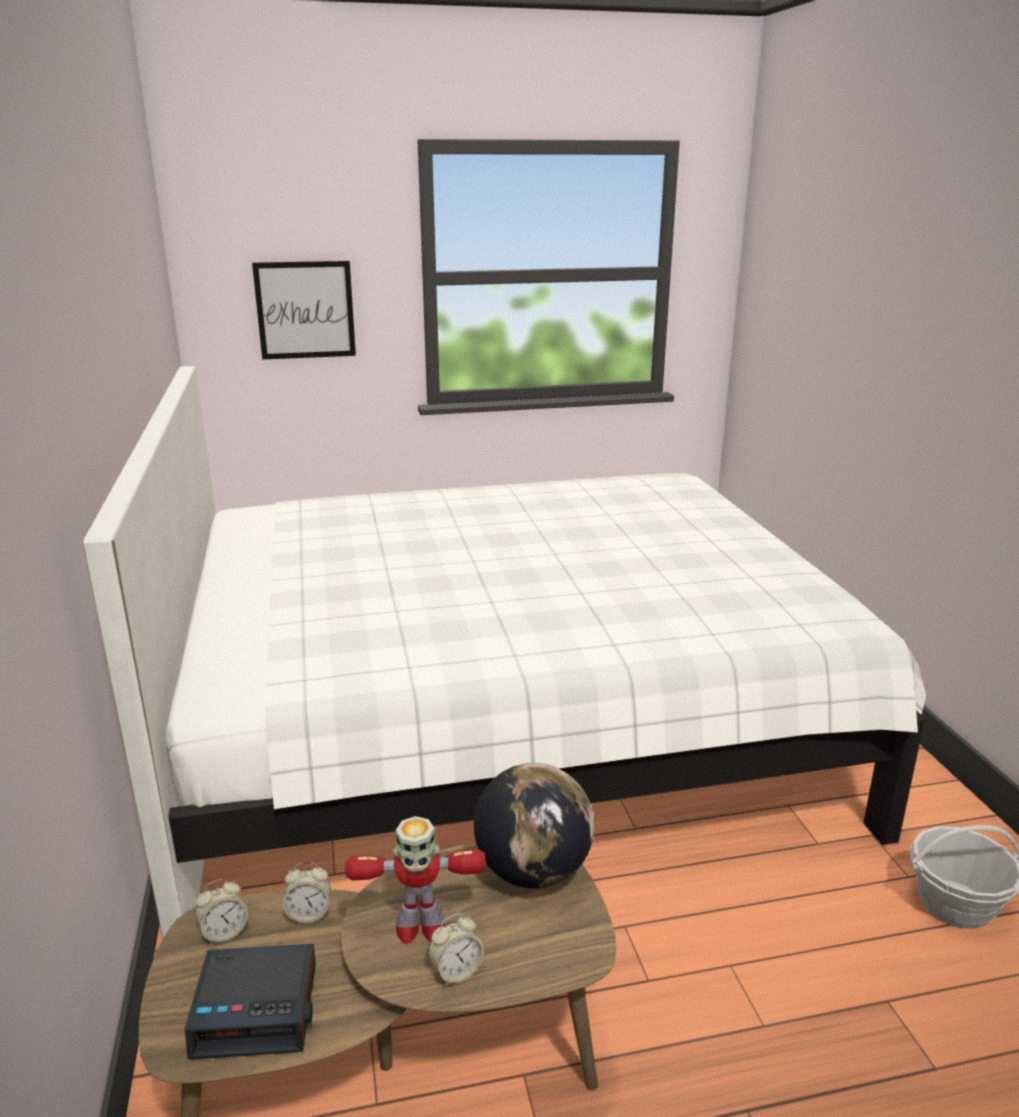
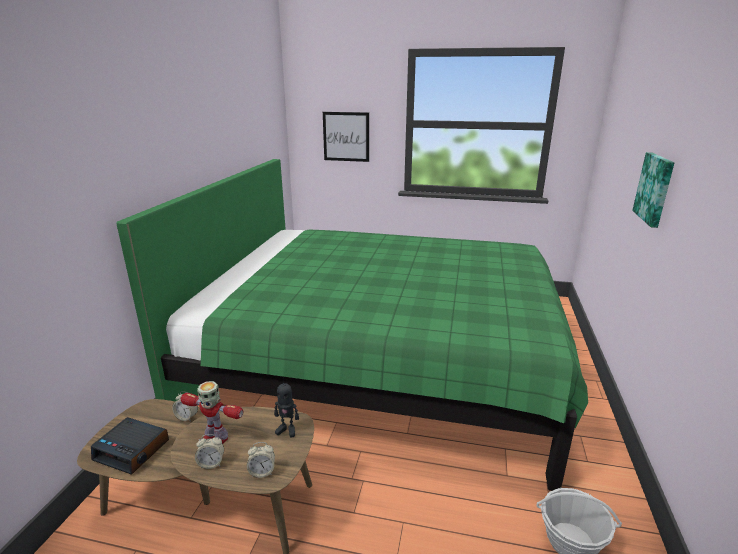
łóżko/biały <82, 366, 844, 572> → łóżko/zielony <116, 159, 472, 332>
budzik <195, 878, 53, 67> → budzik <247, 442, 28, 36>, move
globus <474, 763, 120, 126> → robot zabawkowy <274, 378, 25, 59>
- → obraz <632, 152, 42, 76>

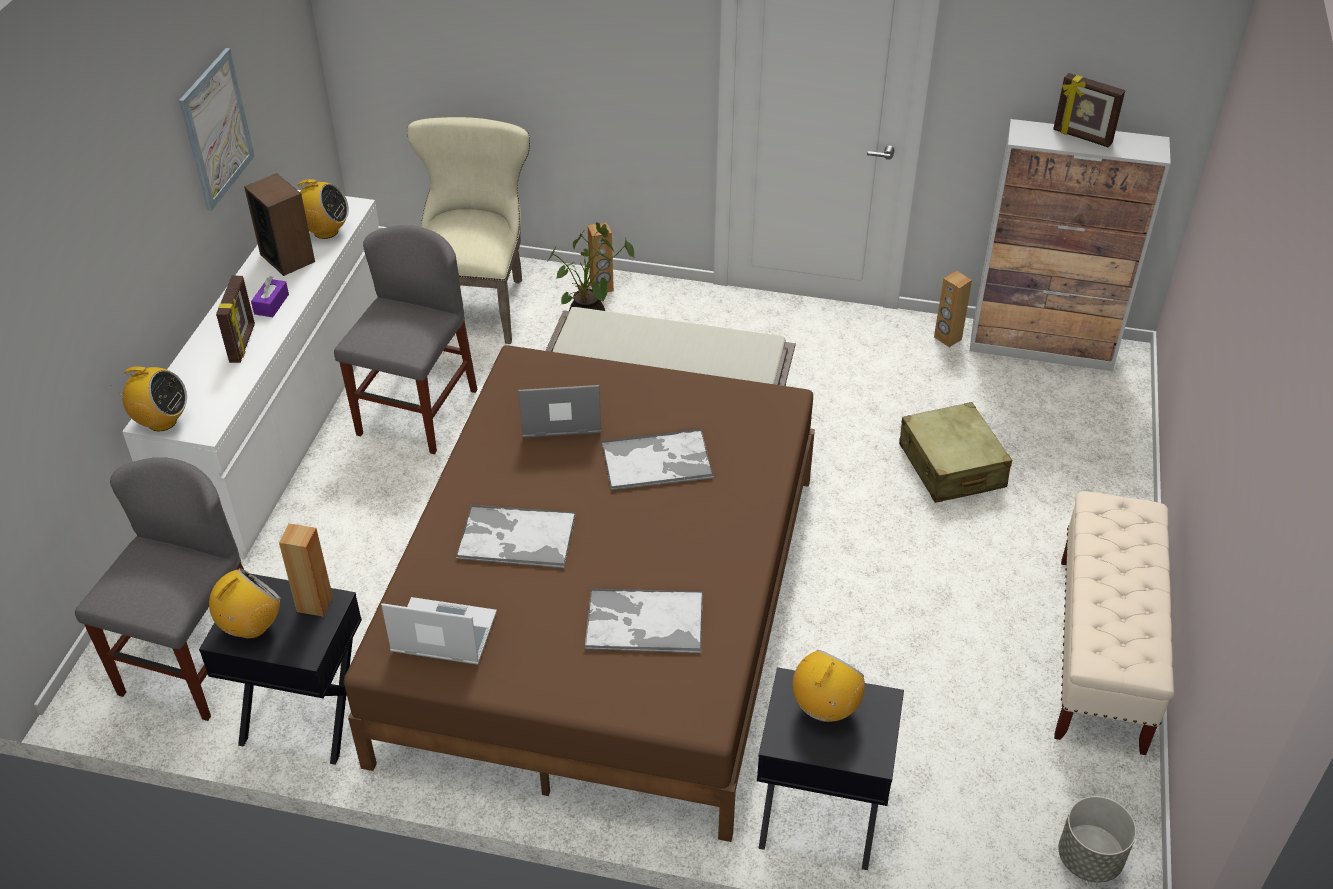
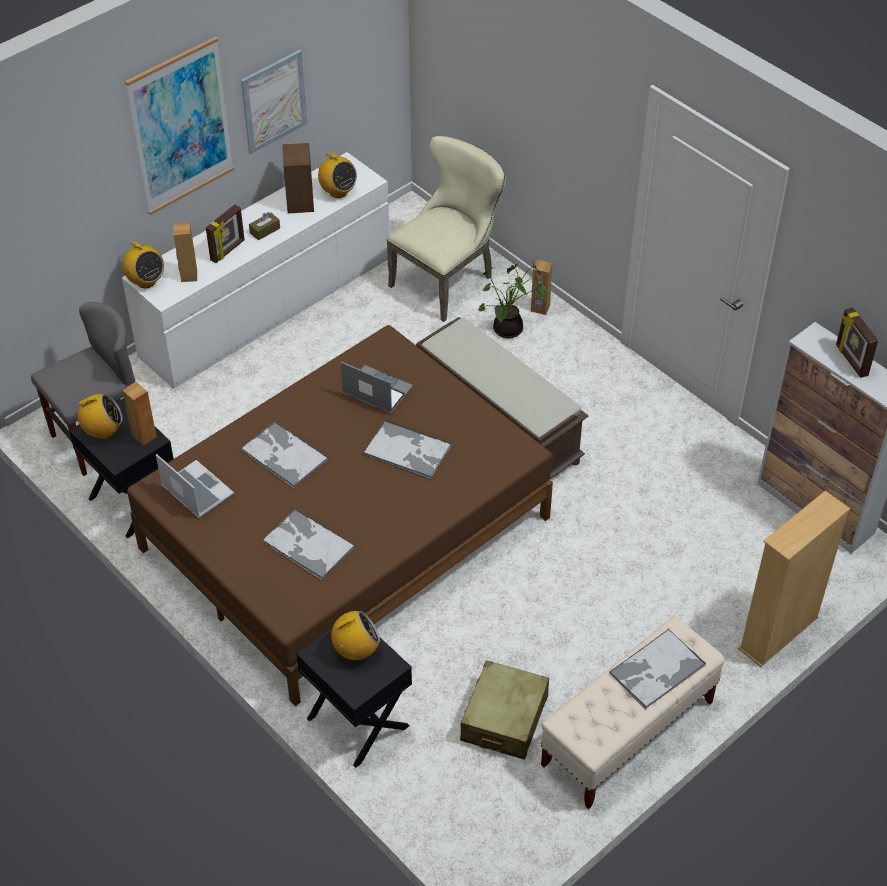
- → obraz <125, 36, 109, 179>
głośnik/brązowy <934, 271, 38, 76> → głośnik/brązowy <174, 222, 23, 60>, move
pudełko chusteczek/fioletowy <251, 276, 38, 41> → pudełko chusteczek/brązowy <249, 212, 31, 28>
walizka/beżowy <899, 402, 113, 101> → walizka/beżowy <460, 660, 89, 99>, move
- → taca <609, 629, 97, 80>
- → regał/beżowy <738, 490, 112, 177>
krzesło/szary <334, 225, 143, 229> → -
donica/szary <1058, 796, 78, 87> → -

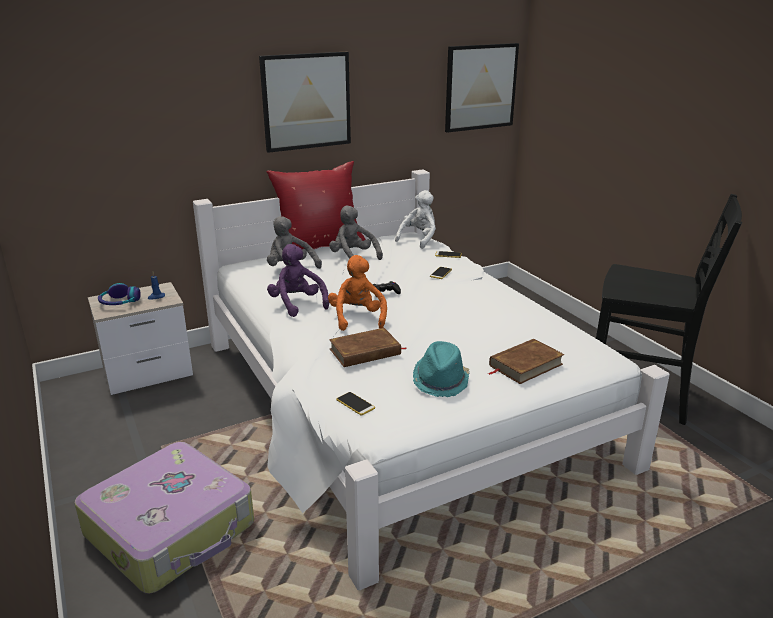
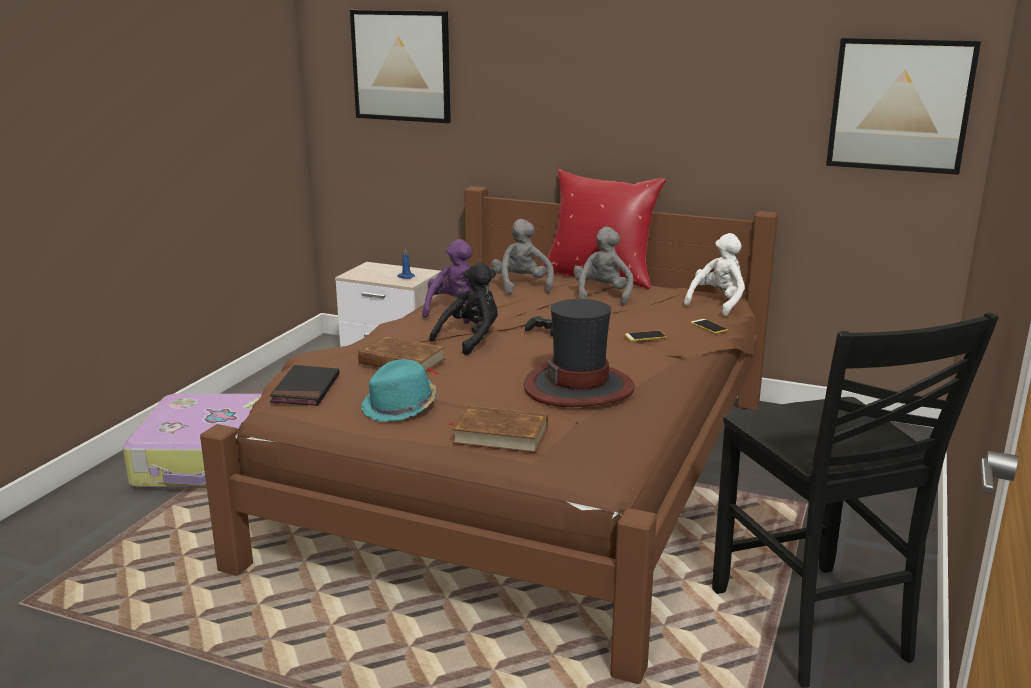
łóżko/biały <193, 169, 477, 421> → łóżko/brązowy <200, 186, 578, 498>
telefon <336, 392, 39, 23> → książka/czarny <270, 365, 69, 41>
obraz <259, 52, 92, 101> → obraz <350, 10, 101, 113>, move
pluszak/pomarańczowy <328, 255, 59, 76> → pluszak/czarny <429, 262, 69, 93>
- → kapelusz <524, 299, 111, 108>
pluszak/biały <395, 190, 41, 59> → pluszak/biały <684, 233, 61, 83>, 45 degrees counterclockwise
słuchawki <98, 283, 43, 22> → -

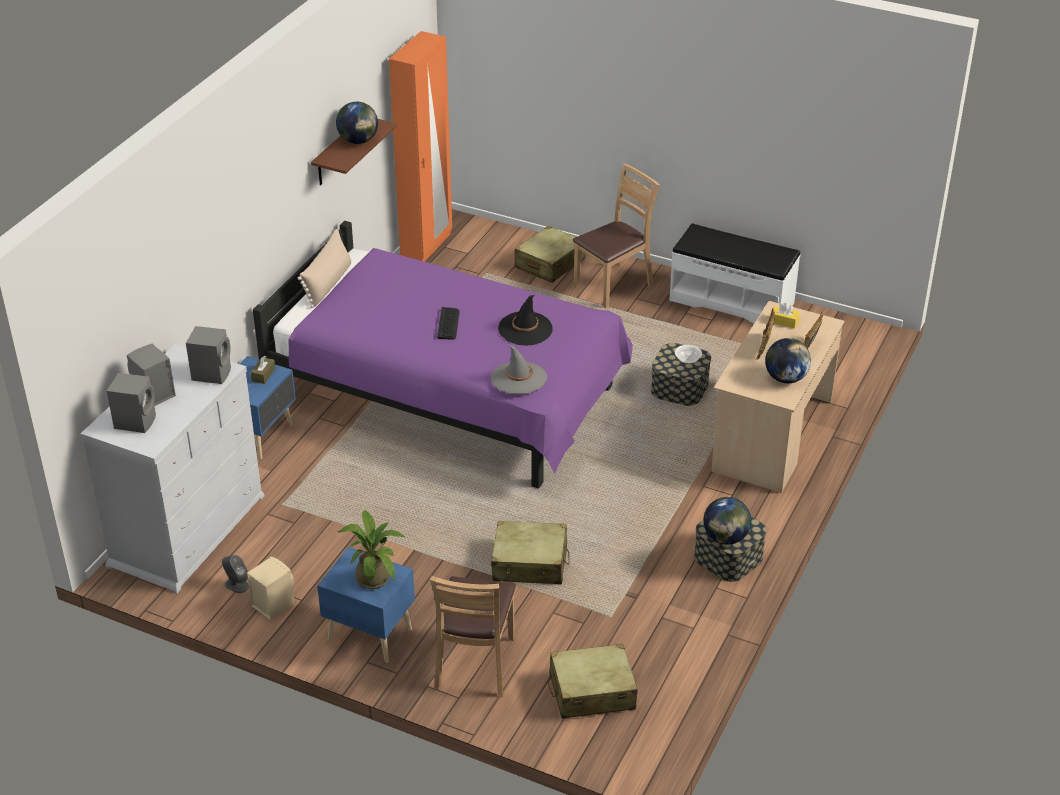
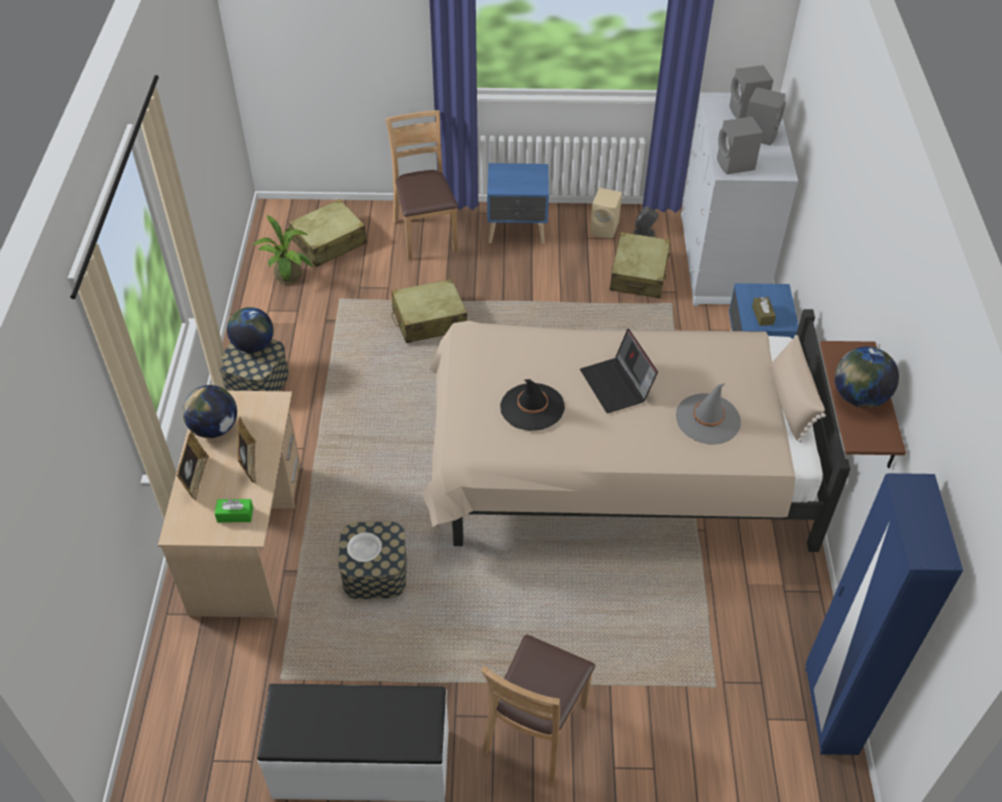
pudełko chusteczek/żółty <770, 303, 30, 26> → pudełko chusteczek/zielony <215, 499, 38, 24>
roślina doniczkowa <338, 510, 68, 79> → roślina doniczkowa <252, 215, 61, 69>, move
łóżko/fioletowy <253, 221, 380, 268> → łóżko/beżowy <422, 309, 429, 243>
klawiatura <437, 307, 22, 32> → laptop <580, 329, 78, 84>
walizka/beżowy <515, 226, 70, 57> → walizka/beżowy <609, 232, 62, 67>, move
kapelusz/szary <491, 345, 56, 49> → kapelusz/szary <676, 383, 65, 62>, move
szafa/pomarańczowy <389, 31, 63, 231> → szafa/niebieski <805, 473, 158, 282>

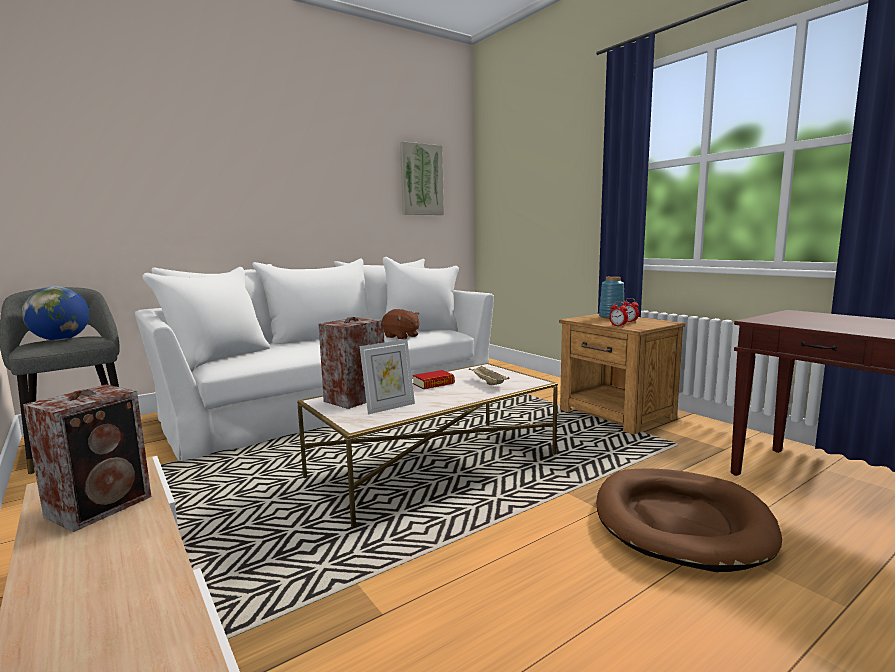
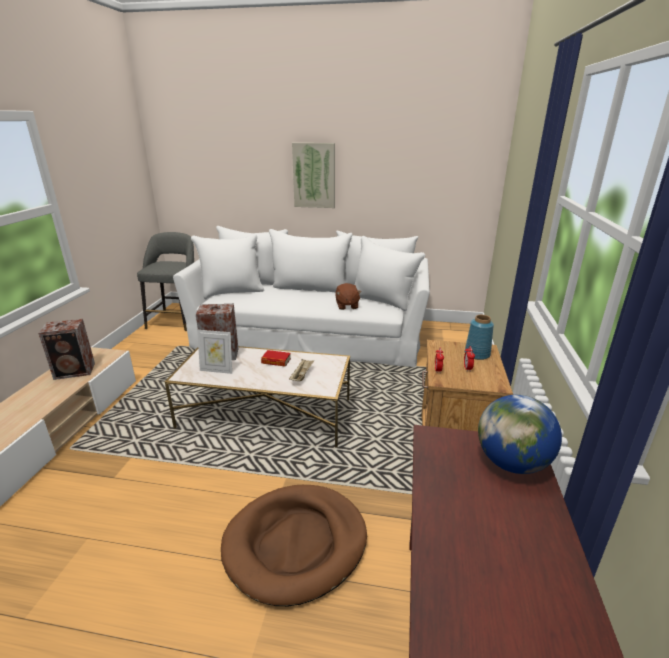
obraz <400, 141, 44, 74> → obraz <292, 143, 43, 65>, move
globus <22, 286, 68, 54> → globus <478, 395, 84, 79>, move

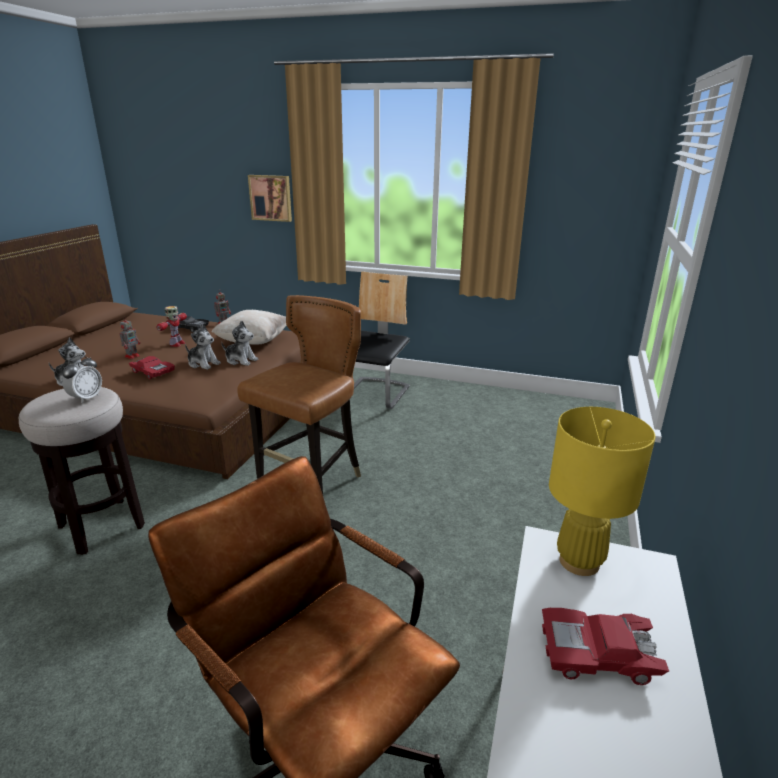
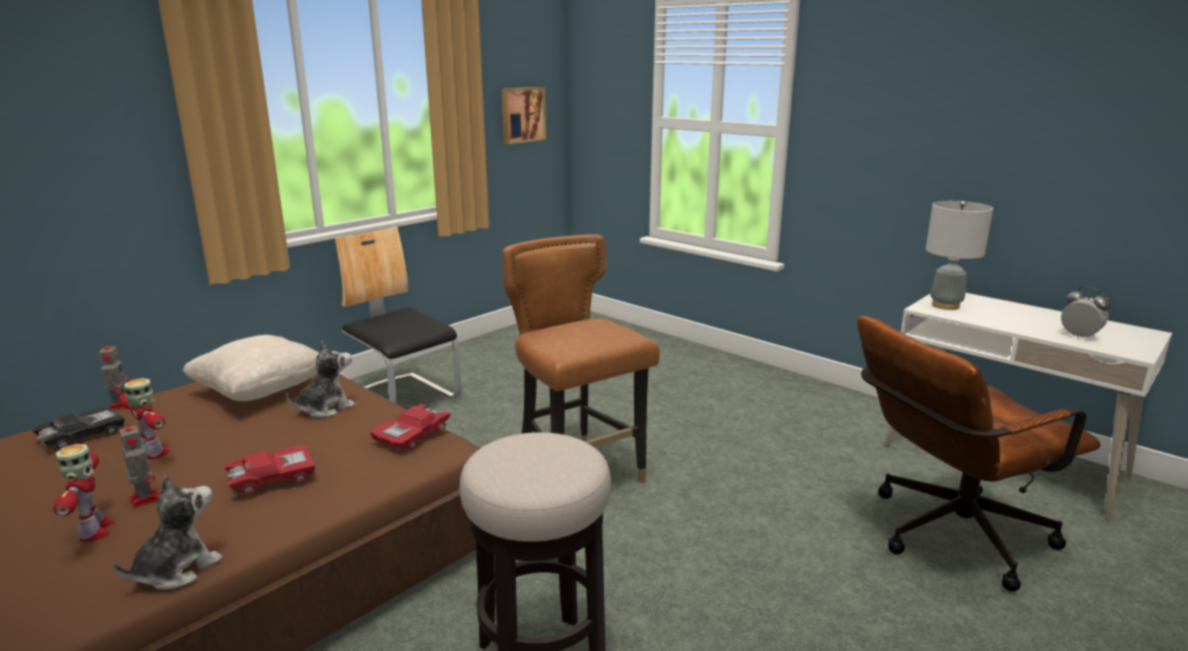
- → robot zabawkowy <53, 444, 62, 98>
samochodzik/czerwony <542, 608, 127, 77> → samochodzik/czerwony <370, 404, 81, 46>, move
obraz <248, 175, 44, 47> → obraz <502, 87, 44, 57>, move
lampa stołowa/żółty <549, 407, 106, 169> → lampa stołowa/szary <926, 201, 67, 109>
budzik <62, 355, 40, 48> → budzik <1061, 287, 50, 51>, move
pluszak <185, 323, 36, 47> → -

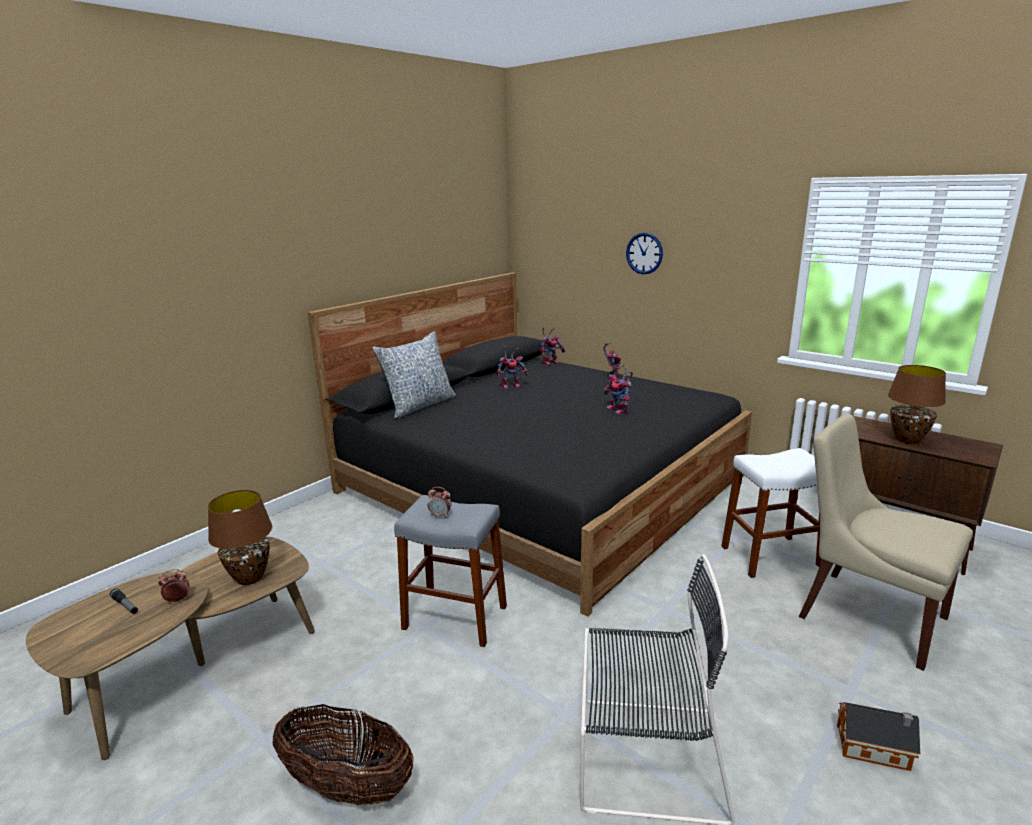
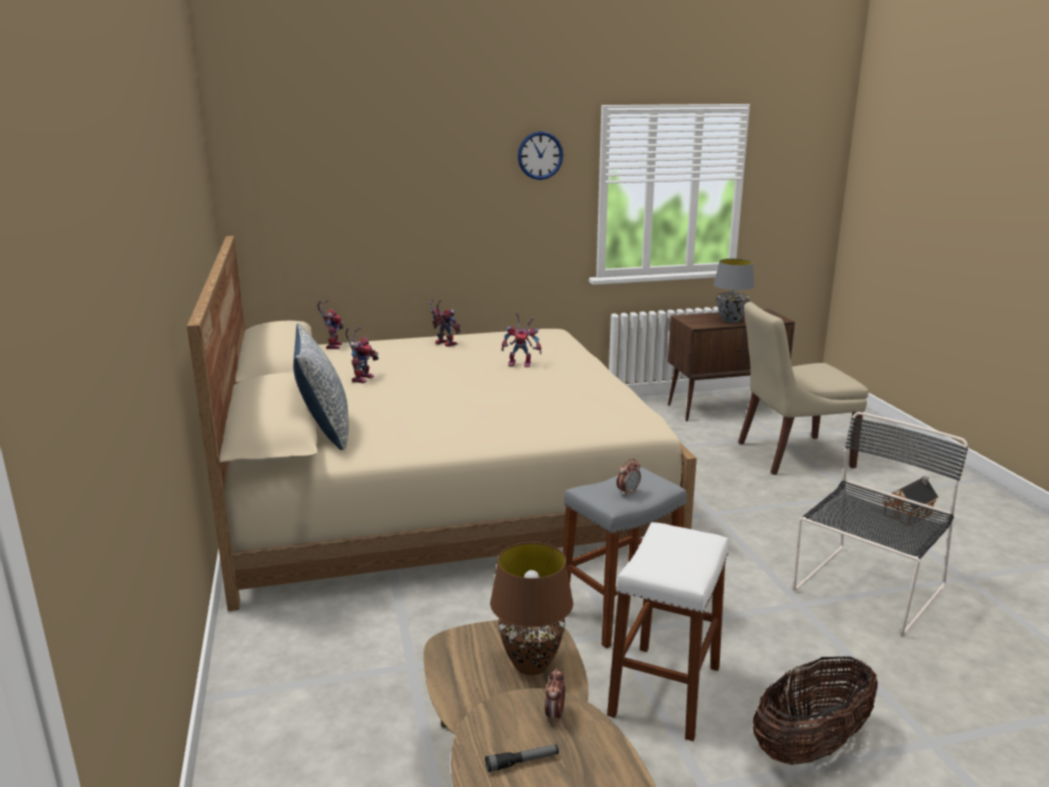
łóżko/czarny <307, 273, 445, 344> → łóżko/beżowy <187, 236, 510, 375>
zegar ścienny <626, 233, 37, 41> → zegar ścienny <518, 131, 45, 49>, move
stołek/biały <722, 448, 99, 130> → stołek/biały <607, 522, 121, 219>, move
lampa stołowa/brązowy <888, 365, 58, 79> → lampa stołowa/szary <713, 258, 42, 65>

